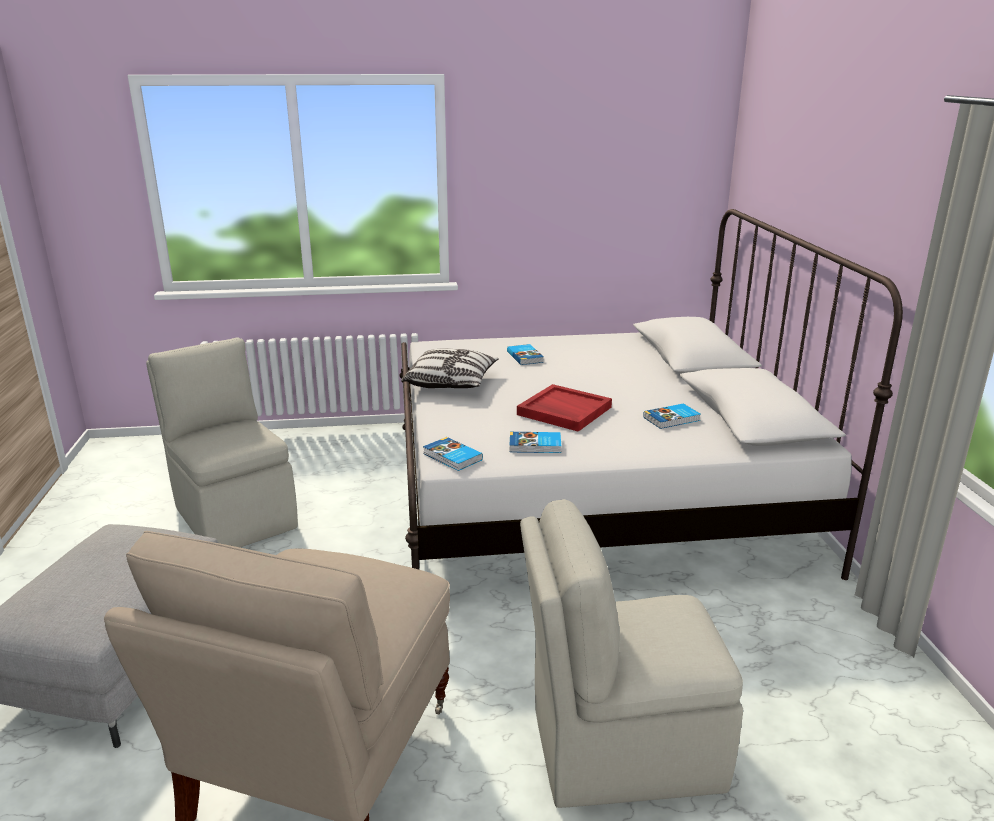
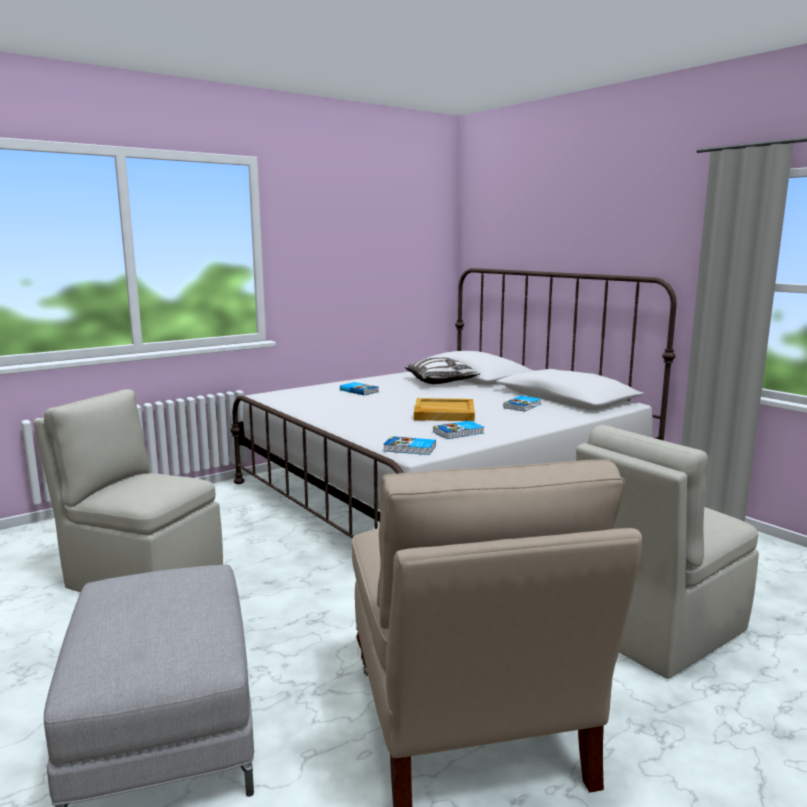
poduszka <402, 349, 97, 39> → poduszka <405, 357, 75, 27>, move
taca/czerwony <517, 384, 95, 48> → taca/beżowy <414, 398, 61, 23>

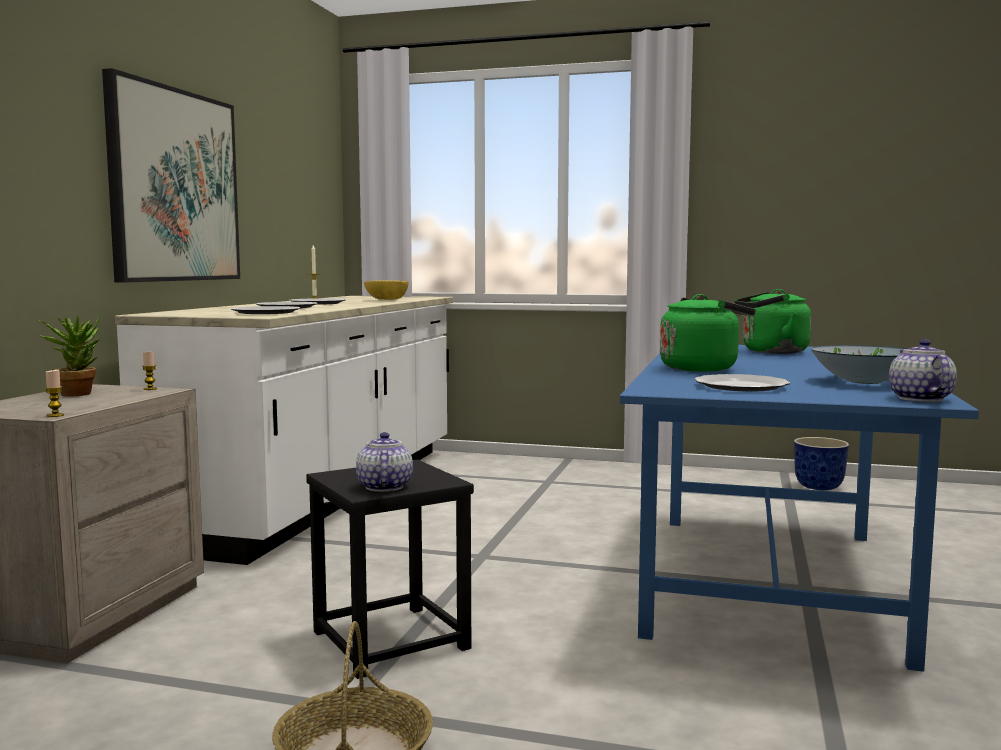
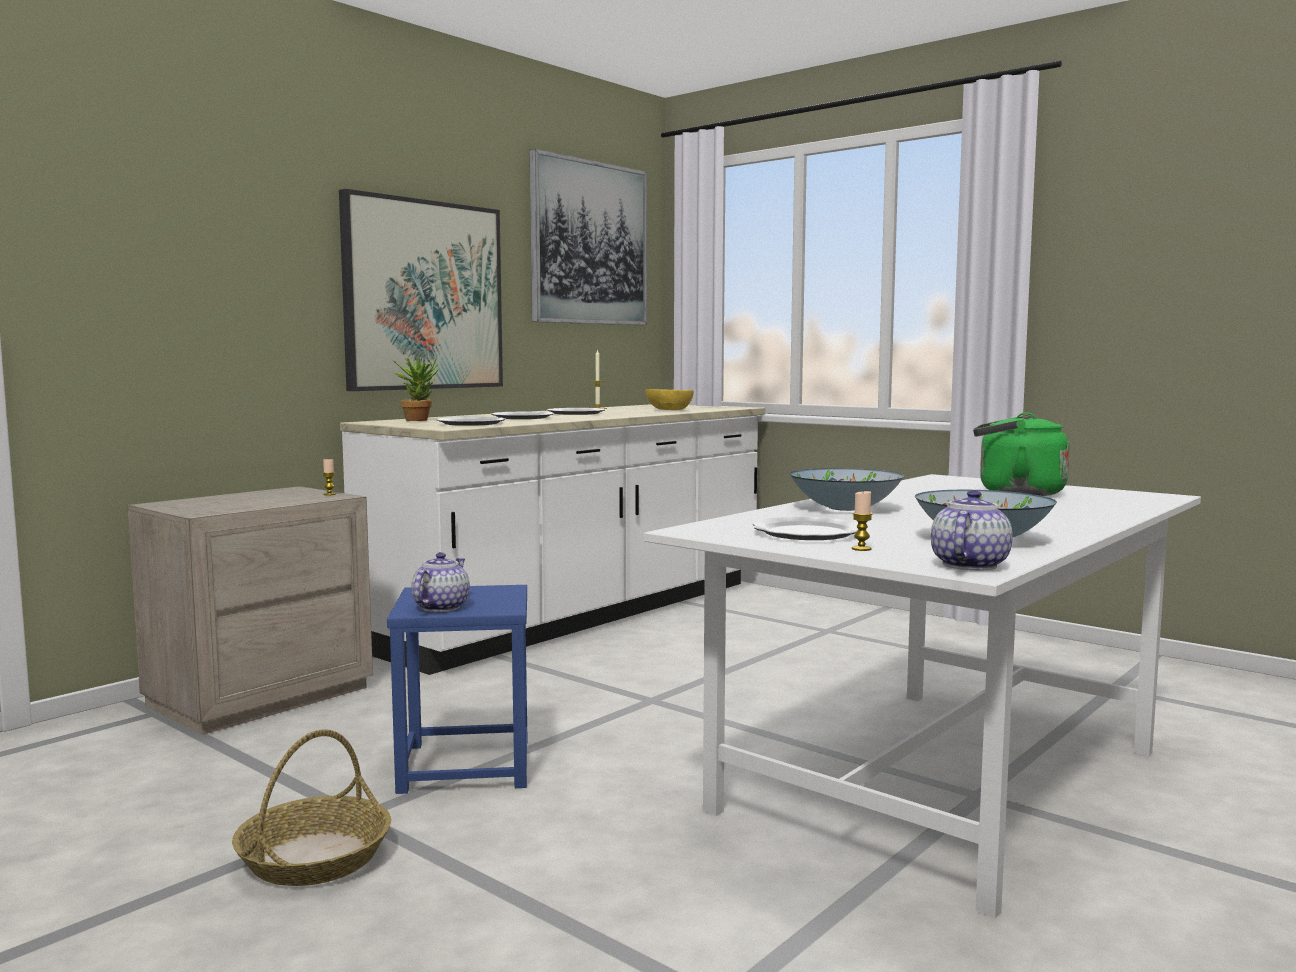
stołek/czarny <306, 460, 168, 219> → stołek/niebieski <387, 585, 140, 209>
roślina doniczkowa <39, 314, 61, 82> → roślina doniczkowa <391, 356, 48, 65>, move
- → obraz <529, 149, 118, 176>
stół jadalny/niebieski <619, 345, 360, 327> → stół jadalny/biały <644, 474, 557, 444>
czajnik/zielony <660, 294, 95, 78> → miska <790, 468, 114, 43>
świeca <45, 369, 19, 48> → świeca <852, 491, 21, 60>, move
donica <794, 437, 55, 53> → -

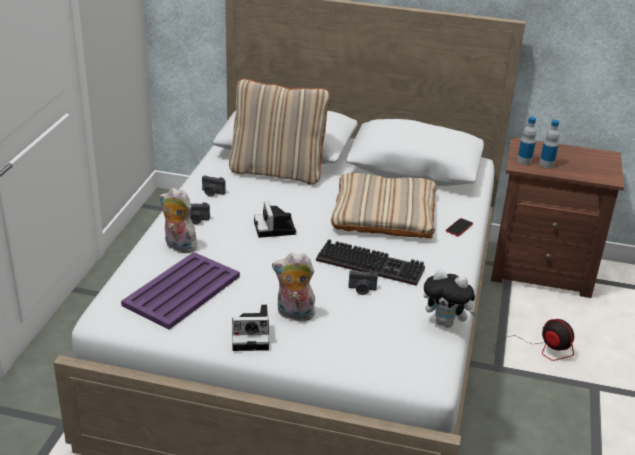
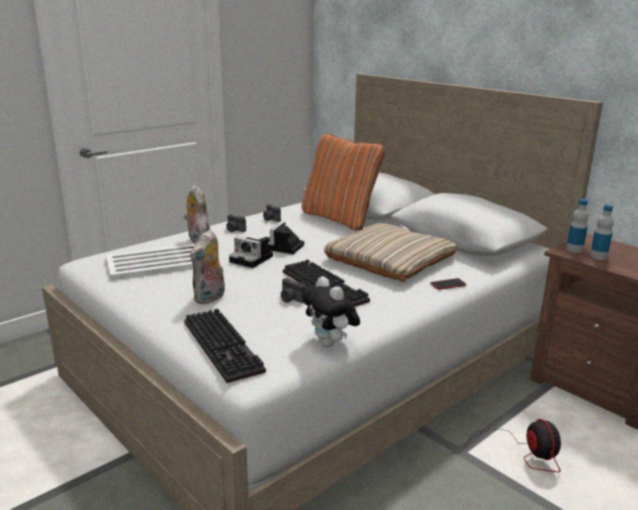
taca/fioletowy <121, 252, 119, 78> → taca/biały <106, 243, 90, 37>
- → klawiatura <184, 308, 82, 75>
pluszak <272, 253, 43, 68> → pluszak <190, 229, 35, 75>, 105 degrees counterclockwise
aparat fotograficzny <232, 305, 37, 46> → aparat fotograficzny <229, 237, 44, 31>, move
poduszka/beżowy <229, 78, 101, 107> → poduszka/pomarańczowy <302, 133, 83, 97>

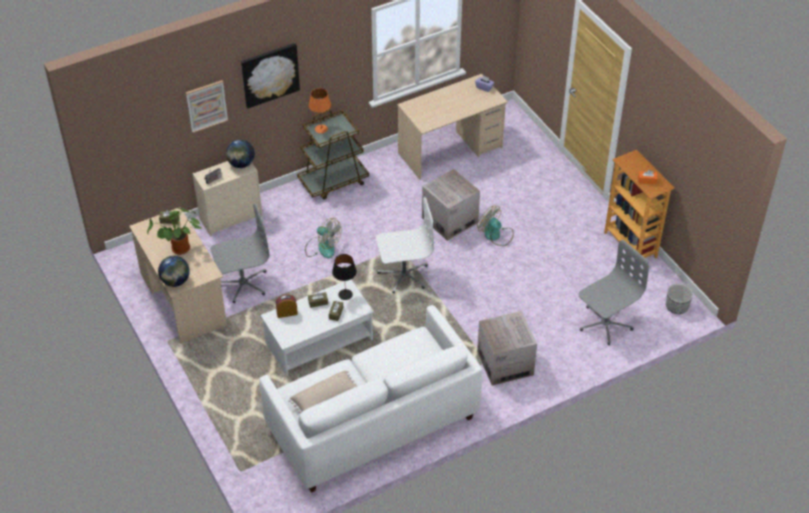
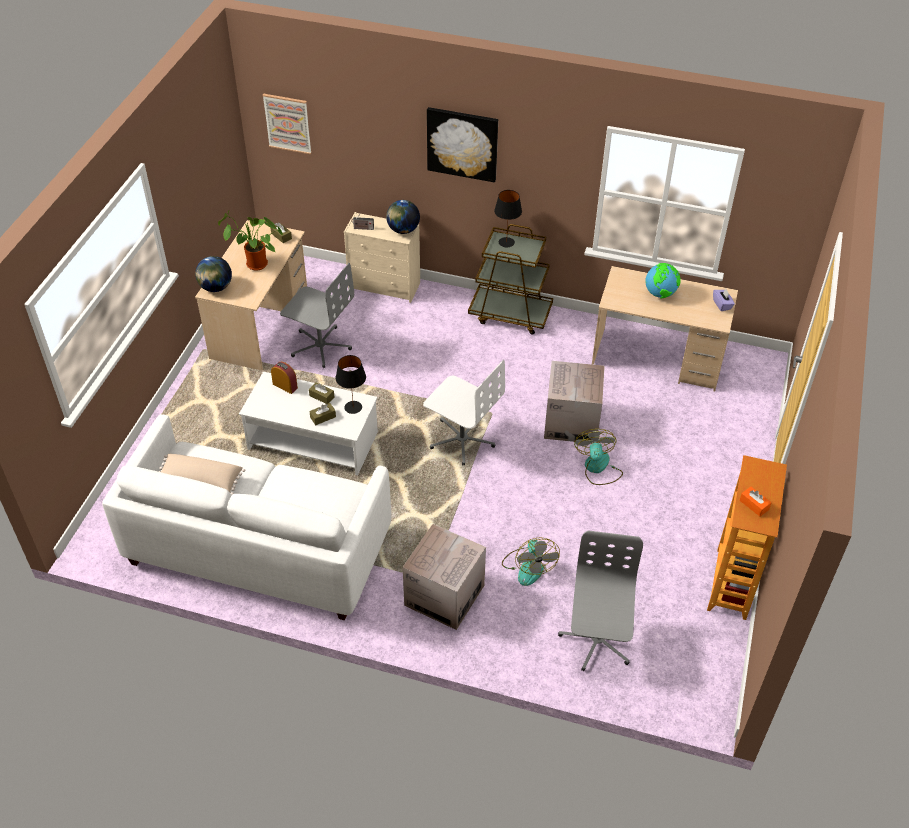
obraz <186, 80, 42, 53> → obraz <262, 94, 50, 60>, move
lampa stołowa/pomarańczowy <309, 88, 22, 45> → lampa stołowa/czarny <494, 190, 28, 57>
wentylator <305, 218, 36, 40> → wentylator <502, 537, 58, 49>, move
krzesło biurowe/szary <579, 240, 70, 105> → krzesło biurowe/szary <558, 530, 85, 141>, 90 degrees counterclockwise
- → globus <645, 263, 36, 36>
donica <666, 284, 27, 30> → -

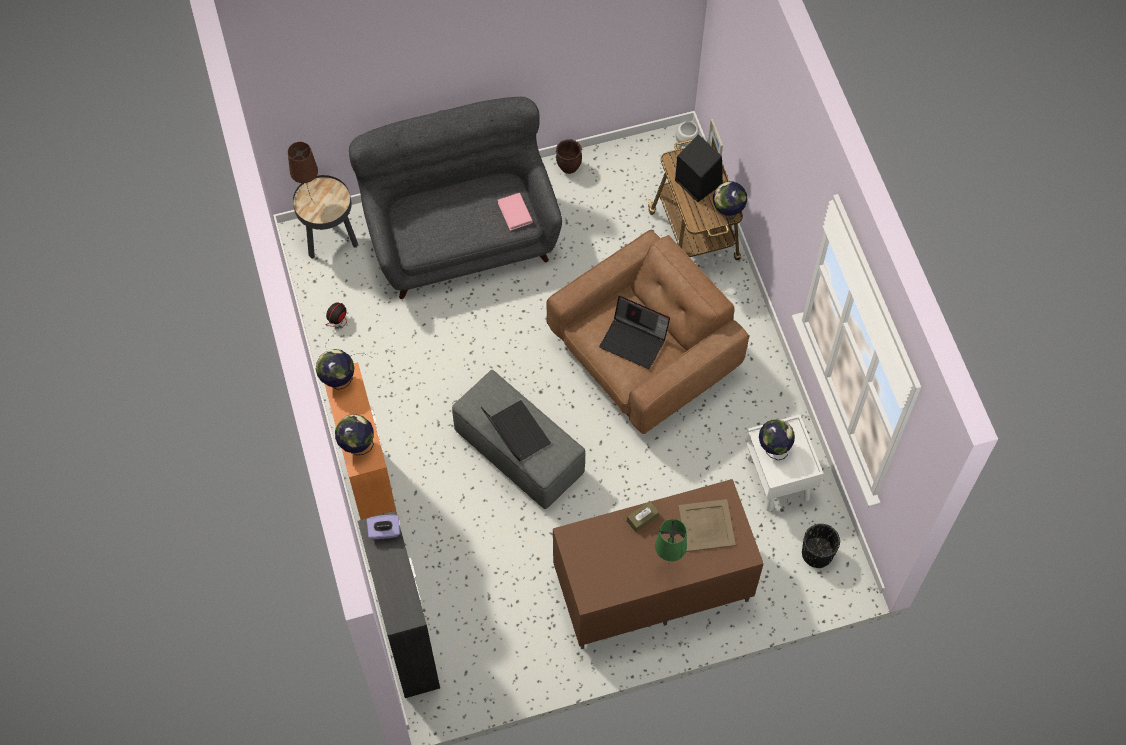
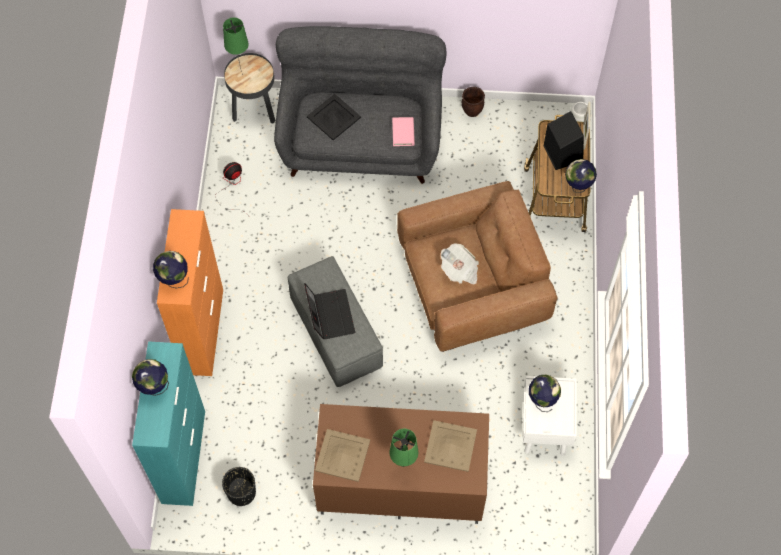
szafka/czarny <358, 511, 82, 187> → szafka/turkusowy <132, 341, 73, 165>
globus <316, 349, 39, 41> → globus <132, 359, 37, 37>, move
donica/czarny <802, 524, 38, 44> → donica/czarny <222, 467, 34, 39>, move
lampa stołowa/brązowy <288, 142, 30, 60> → lampa stołowa/zielony <223, 17, 26, 58>
- → taca/czarny <307, 94, 54, 46>
- → taca/beżowy <315, 429, 55, 53>
laptop <599, 296, 71, 73> → gazeta <441, 244, 38, 40>
pudełko chusteczek/fioletowy <367, 515, 33, 24> → -
pudełko chusteczek/brązowy <627, 501, 32, 31> → -

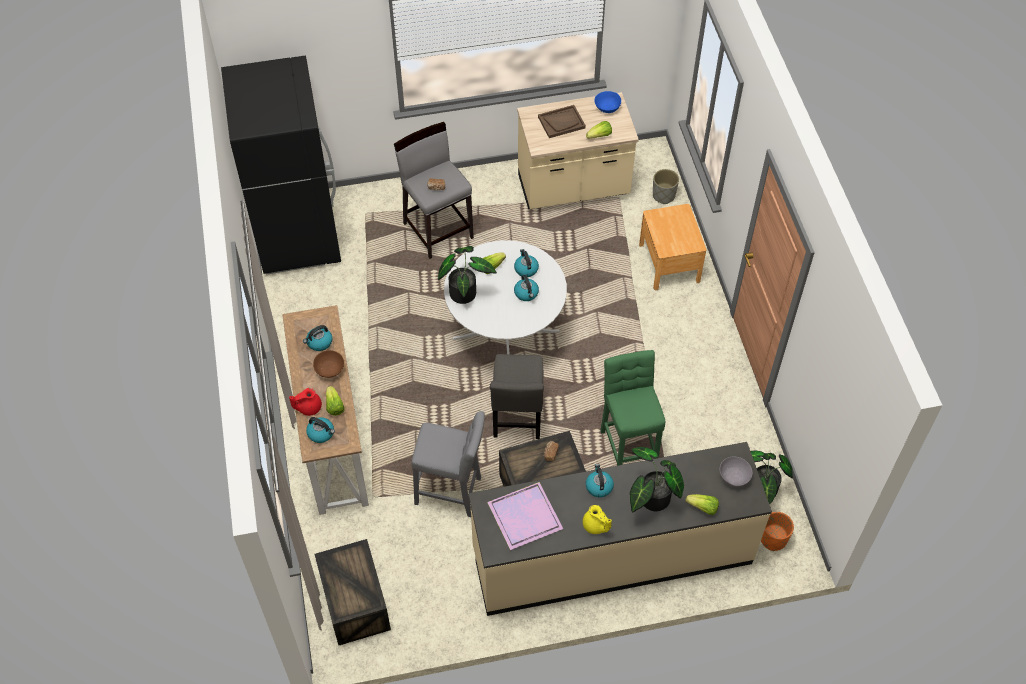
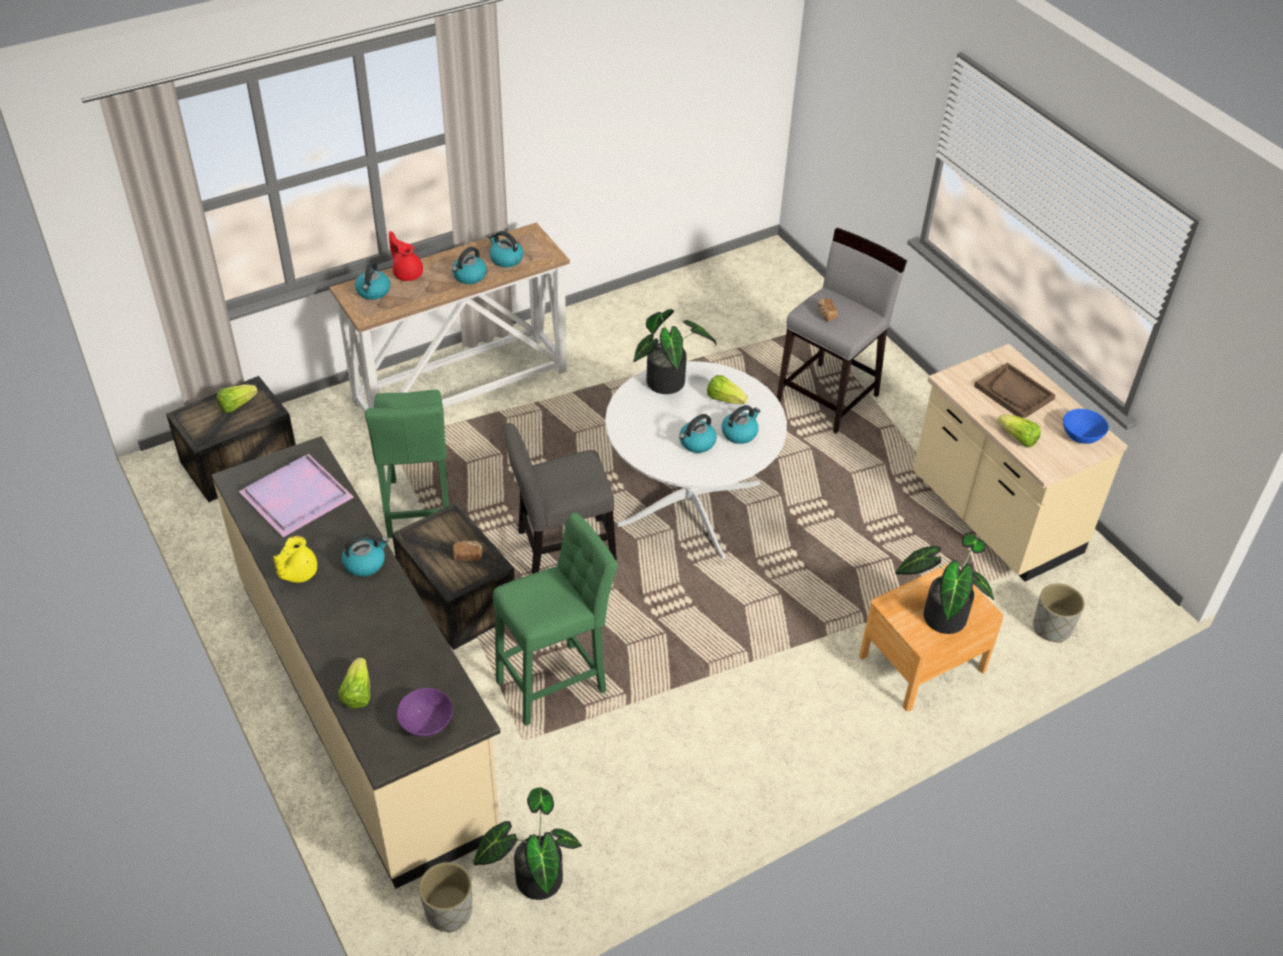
sałata <326, 386, 19, 30> → sałata <217, 384, 41, 29>, move
stołek/szary <412, 411, 73, 106> → stołek/zielony <365, 390, 84, 148>
miska/szary <719, 456, 34, 30> → miska/fioletowy <397, 688, 56, 49>
donica/pomarańczowy <761, 512, 33, 39> → donica/szary <419, 862, 53, 71>
miska/brązowy <313, 350, 31, 28> → czajnik <452, 247, 35, 37>
roślina doniczkowa <630, 447, 54, 66> → roślina doniczkowa <895, 534, 99, 100>, move
lodówka/czarny <221, 56, 120, 219> → -

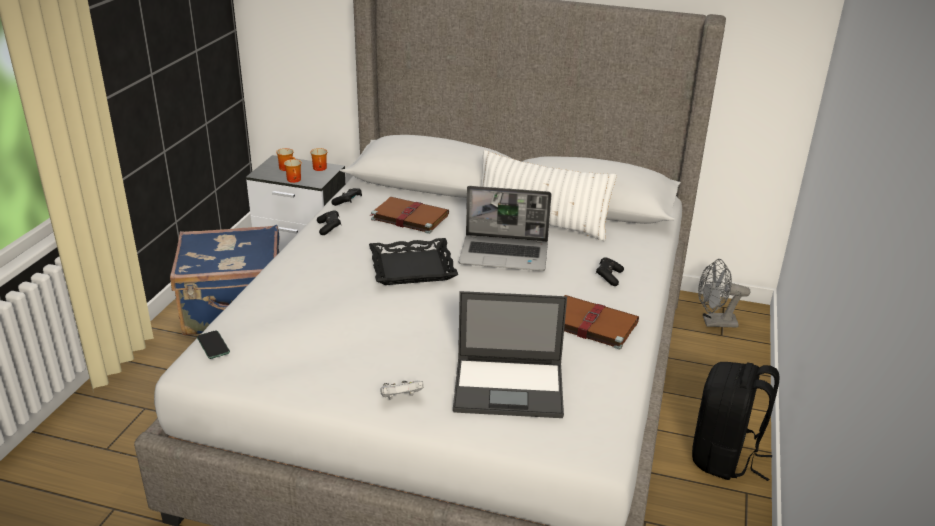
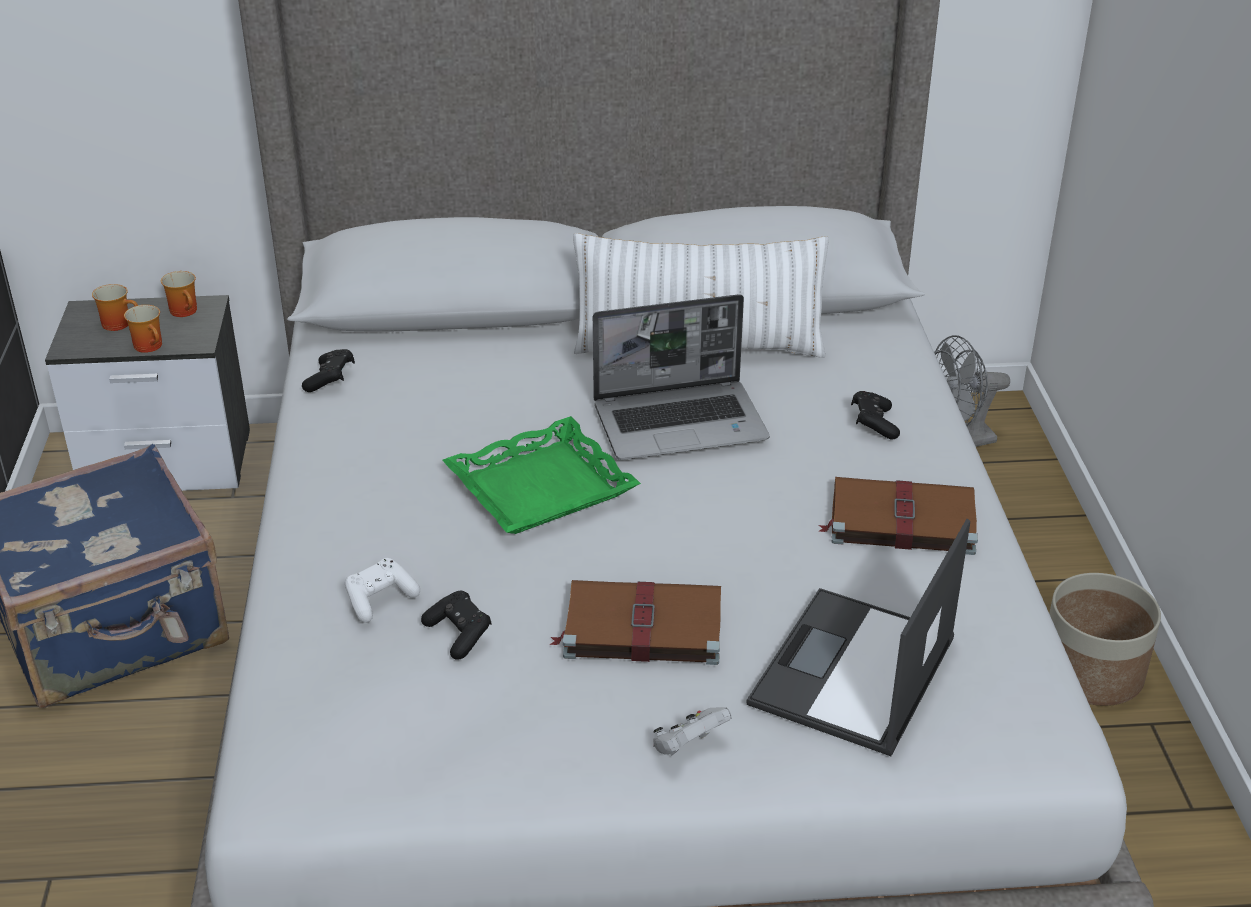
- → pad do gier/biały <345, 558, 75, 65>
pad do gier/czarny <317, 210, 24, 25> → pad do gier/czarny <421, 591, 71, 69>, move
taca/czarny <369, 238, 89, 47> → taca/zielony <442, 416, 199, 118>
książka/brązowy <371, 197, 78, 37> → książka/brązowy <550, 580, 171, 85>, move
laptop <453, 291, 114, 127> → laptop <746, 519, 224, 237>, 135 degrees clockwise
plecak/czarny <692, 362, 88, 119> → donica <1049, 573, 112, 133>
telefon <197, 330, 33, 29> → -

